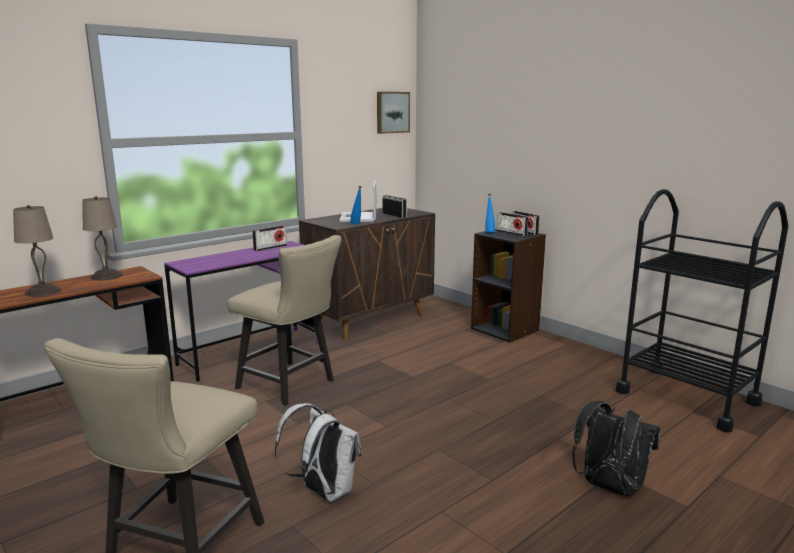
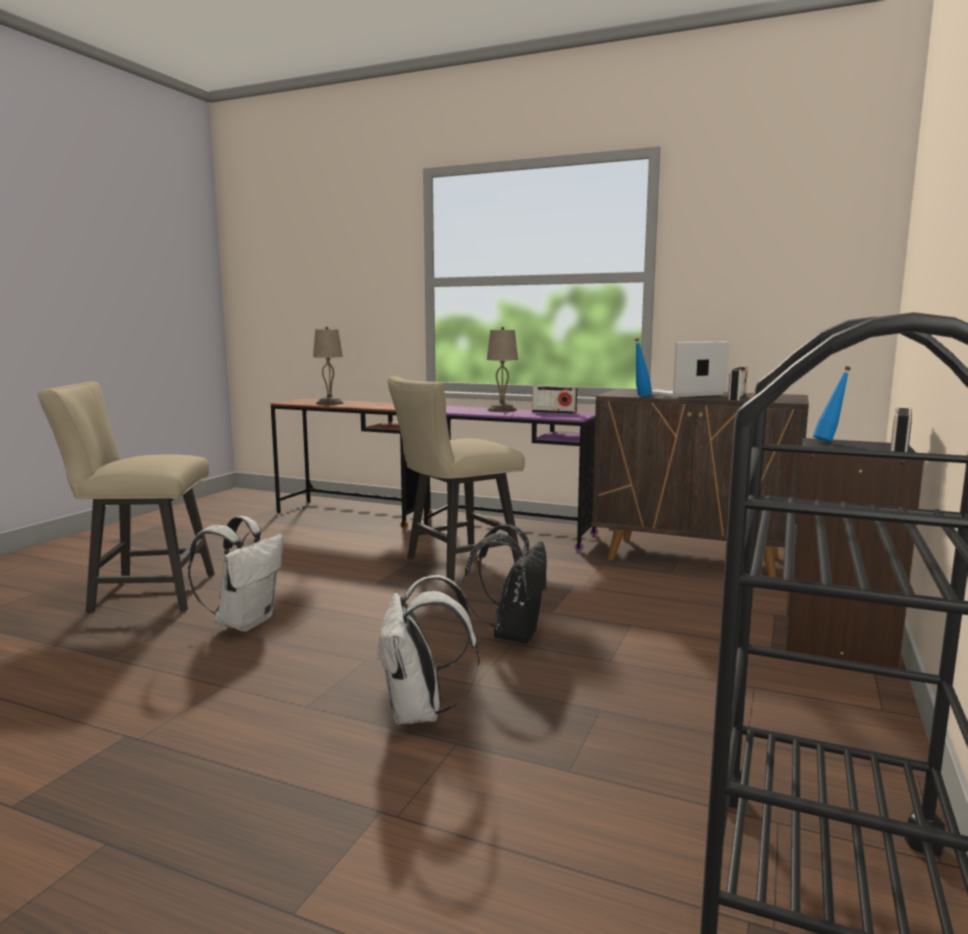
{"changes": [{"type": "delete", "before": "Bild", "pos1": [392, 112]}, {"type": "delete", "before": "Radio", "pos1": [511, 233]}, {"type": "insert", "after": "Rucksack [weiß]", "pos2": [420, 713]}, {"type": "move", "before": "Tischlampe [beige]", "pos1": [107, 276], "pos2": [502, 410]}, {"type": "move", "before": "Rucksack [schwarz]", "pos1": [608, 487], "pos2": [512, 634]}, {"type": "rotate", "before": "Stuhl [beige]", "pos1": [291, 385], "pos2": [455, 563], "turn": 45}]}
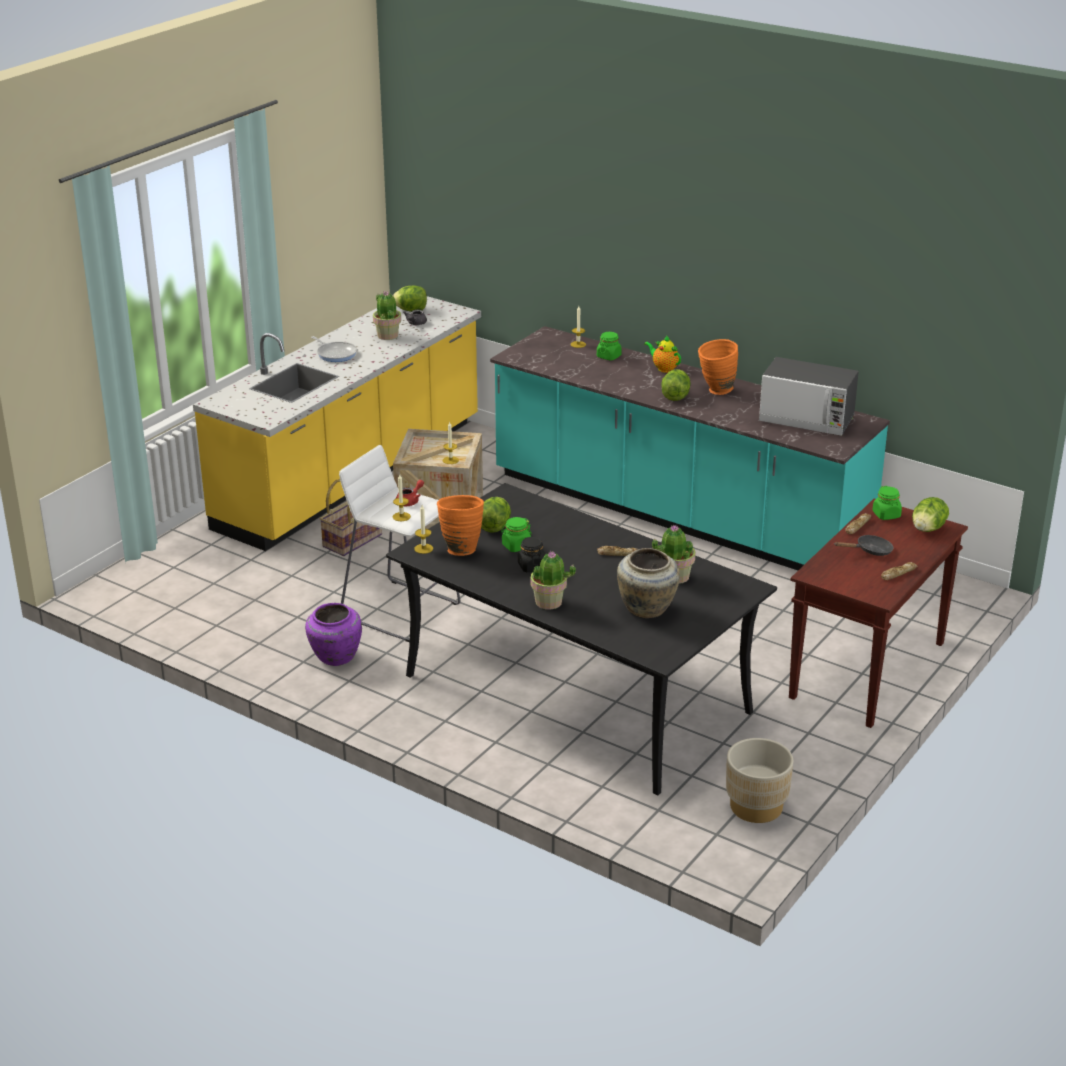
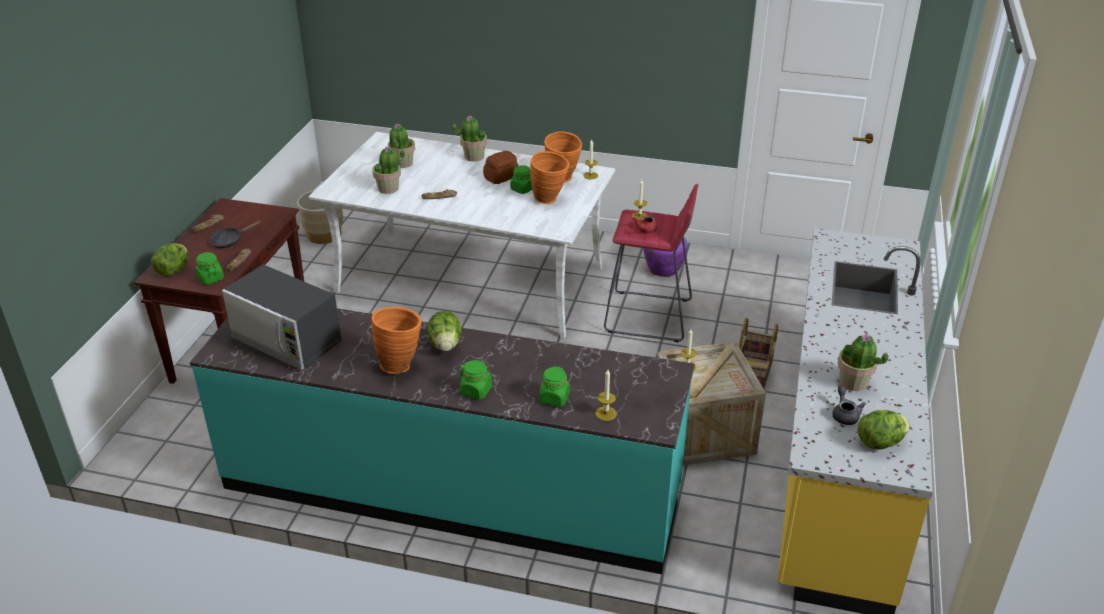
{"changes": [{"type": "delete", "before": "Pfanne", "pos1": [335, 354]}, {"type": "replace", "before": "Salatkopf", "after": "Vase [orange]", "pos1": [494, 527], "pos2": [550, 200]}, {"type": "replace", "before": "Vorratsglas [schwarz]", "after": "Brot", "pos1": [531, 566], "pos2": [501, 177]}, {"type": "replace", "before": "Vase [beige]", "after": "Topfpflanze", "pos1": [646, 610], "pos2": [402, 163]}, {"type": "replace", "before": "Teekanne", "after": "Vorratsglas [grün]", "pos1": [663, 368], "pos2": [476, 391]}, {"type": "recolor", "before": "Hocker [weiß]", "after": "Hocker [rot]", "pos1": [400, 610], "pos2": [649, 316]}, {"type": "recolor", "before": "Esstisch [schwarz]", "after": "Esstisch [weiß]", "pos1": [575, 694], "pos2": [471, 279]}, {"type": "rotate", "before": "Mikrowelle", "pos1": [807, 420], "pos2": [287, 341], "turn": -150}]}
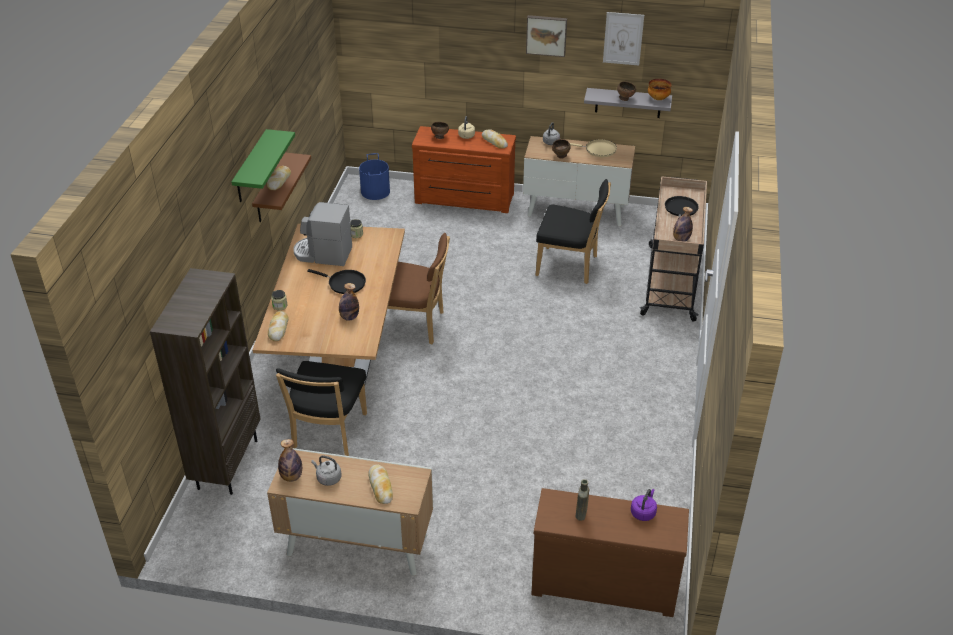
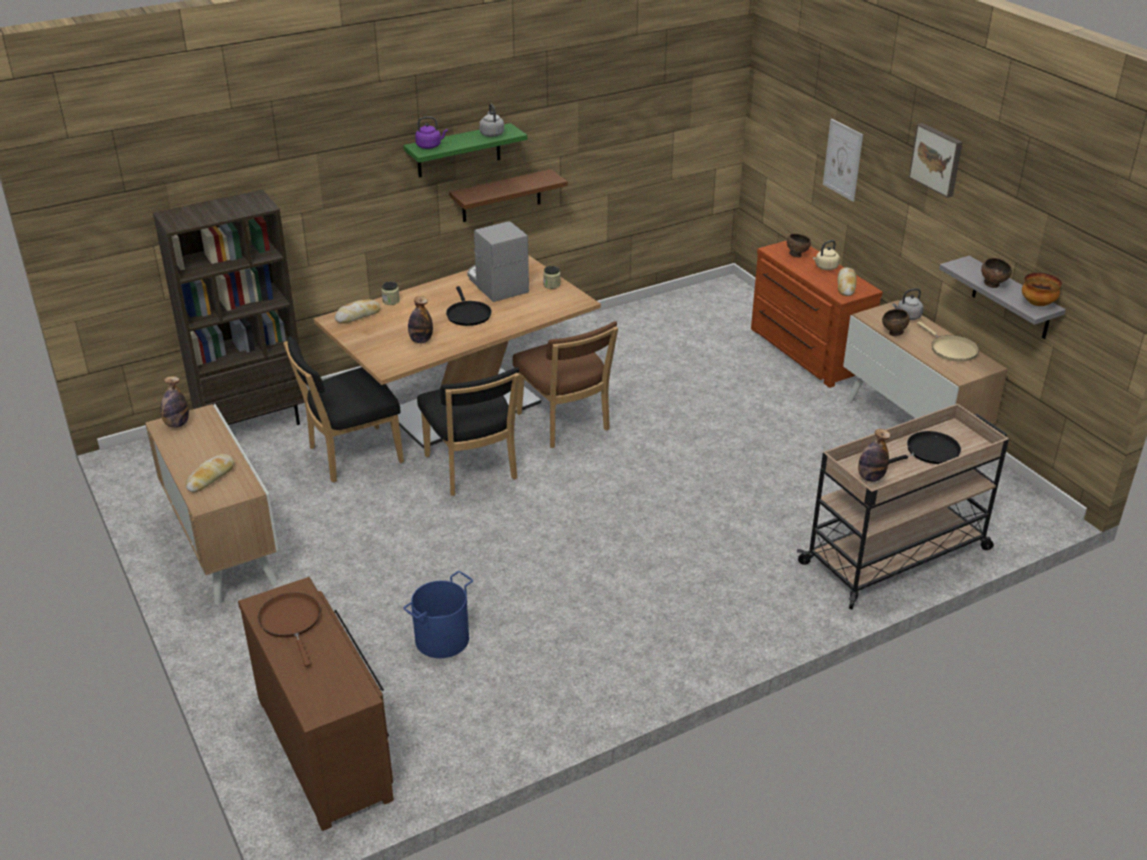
{"changes": [{"type": "delete", "before": "Brot", "pos1": [279, 181]}, {"type": "move", "before": "Wasserkessel [grau]", "pos1": [328, 478], "pos2": [491, 133]}, {"type": "move", "before": "Eimer [blau]", "pos1": [376, 191], "pos2": [442, 639]}, {"type": "move", "before": "Stuhl [schwarz]", "pos1": [570, 266], "pos2": [472, 470]}, {"type": "move", "before": "Bild", "pos1": [623, 38], "pos2": [842, 160]}, {"type": "move", "before": "Wasserkessel [lila]", "pos1": [643, 512], "pos2": [430, 146]}, {"type": "replace", "before": "Flasche [braun]", "after": "Pfanne [braun]", "pos1": [581, 515], "pos2": [291, 622]}]}
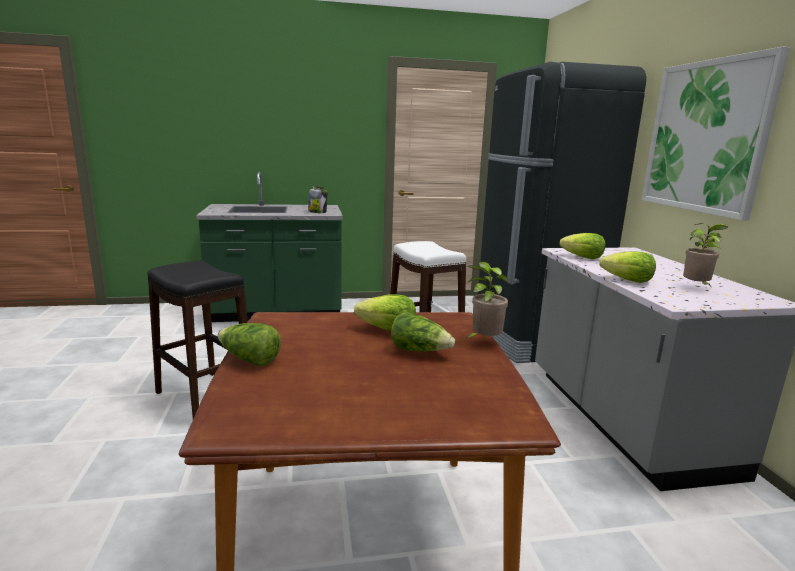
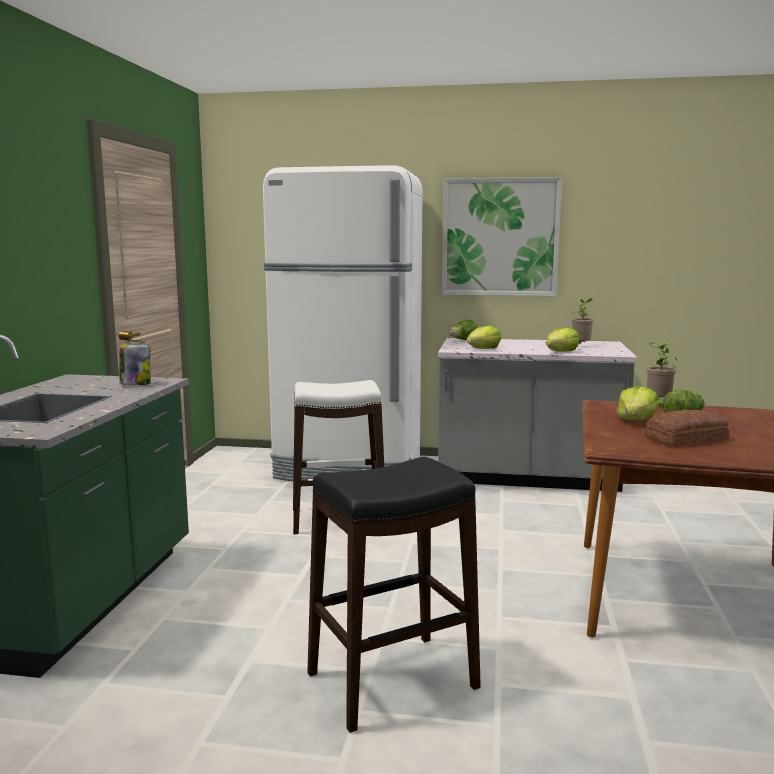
{"changes": [{"type": "insert", "after": "Brot", "pos2": [688, 439]}, {"type": "move", "before": "Salatkopf", "pos1": [249, 359], "pos2": [462, 340]}, {"type": "recolor", "before": "Kühlschrank [schwarz]", "after": "Kühlschrank [weiß]", "pos1": [530, 338], "pos2": [350, 468]}]}
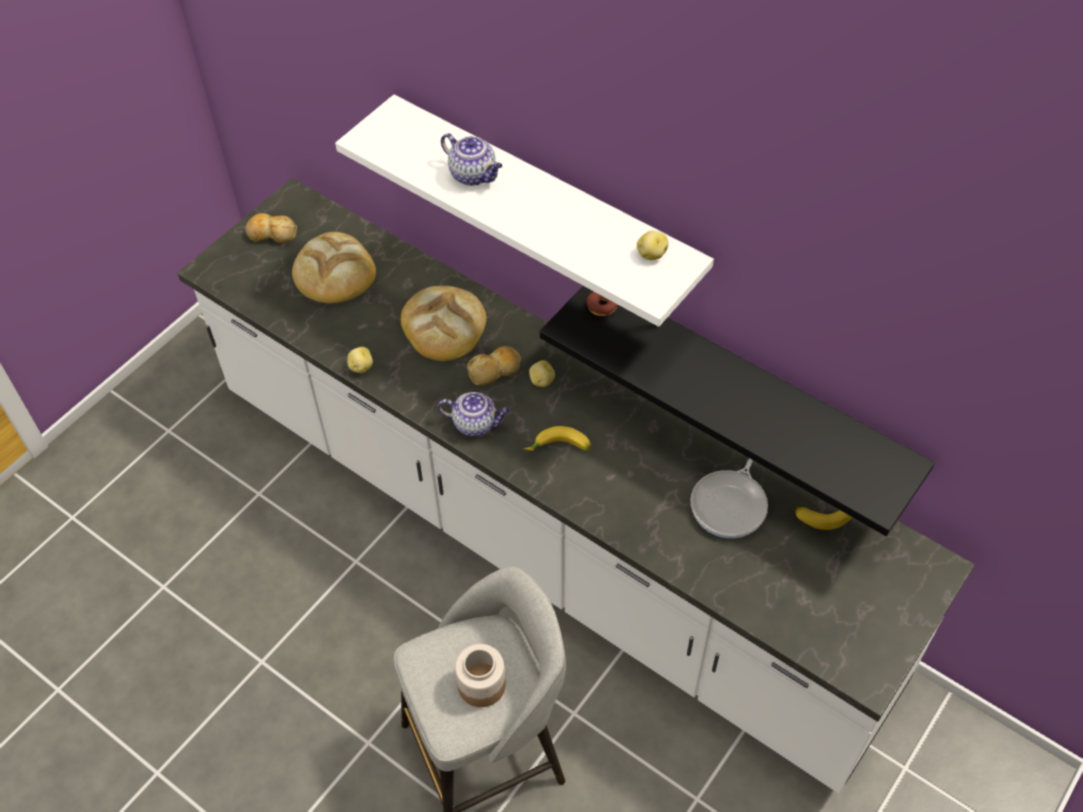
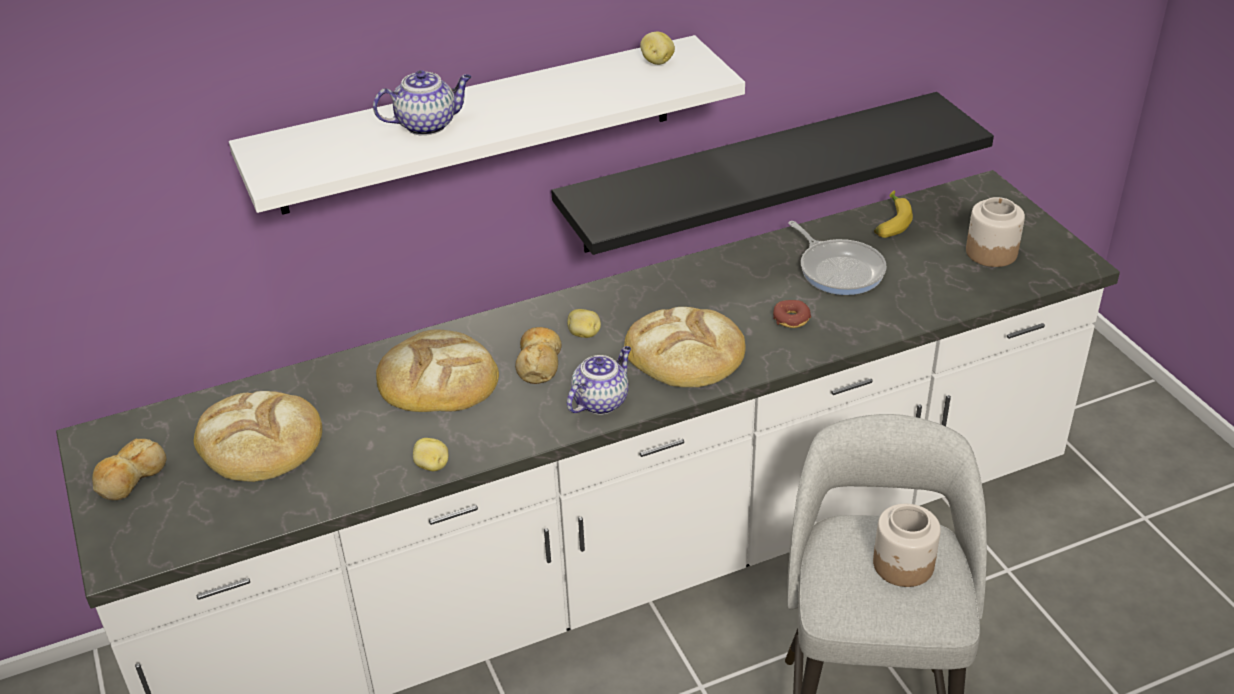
{"changes": [{"type": "insert", "after": "Vorratsglas", "pos2": [991, 252]}, {"type": "move", "before": "Donut", "pos1": [602, 306], "pos2": [791, 319]}, {"type": "replace", "before": "Banane", "after": "Brot", "pos1": [559, 449], "pos2": [685, 353]}]}
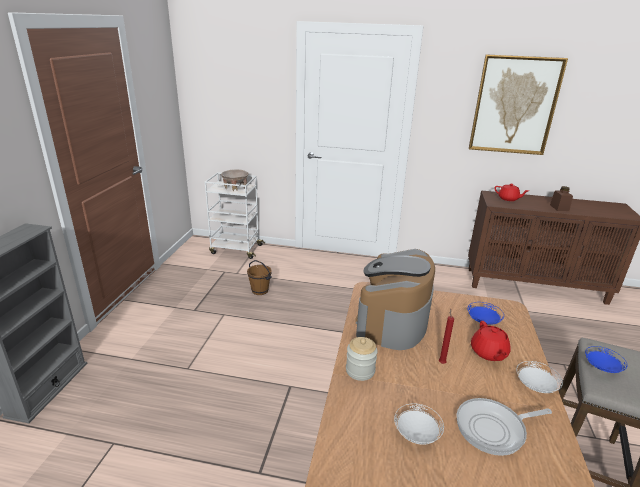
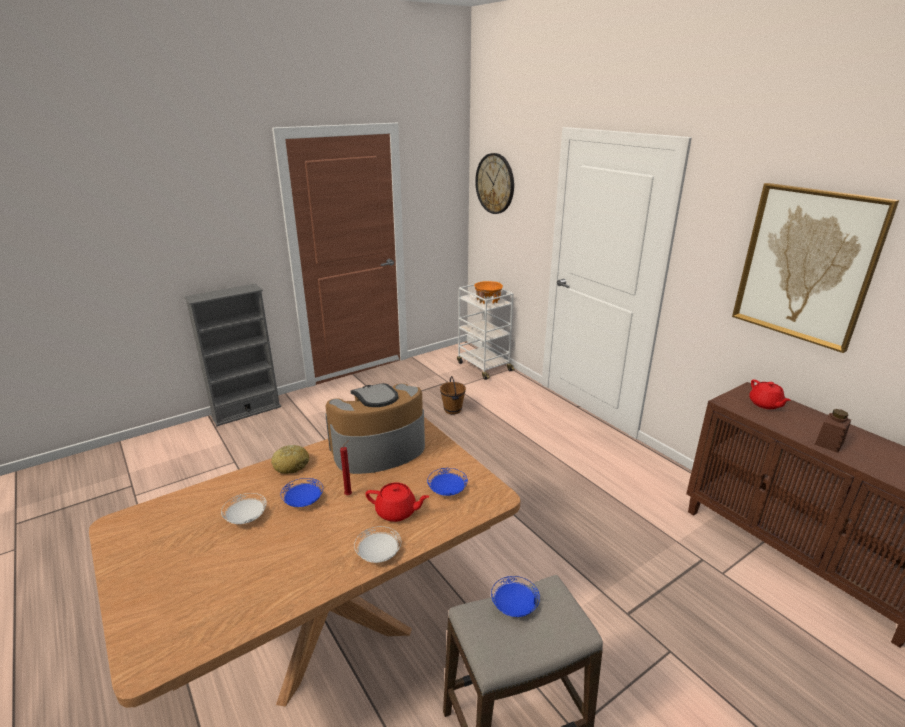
{"changes": [{"type": "delete", "before": "Pfanne", "pos1": [494, 429]}, {"type": "insert", "after": "Teller [blau]", "pos2": [304, 501]}, {"type": "insert", "after": "Wanduhr", "pos2": [495, 183]}, {"type": "replace", "before": "Vorratsglas", "after": "Brot", "pos1": [360, 370], "pos2": [291, 465]}, {"type": "recolor", "before": "Schüssel [beige]", "after": "Schüssel [orange]", "pos1": [235, 188], "pos2": [487, 301]}, {"type": "rotate", "before": "Teekanne [rot]", "pos1": [488, 353], "pos2": [397, 512], "turn": -120}]}
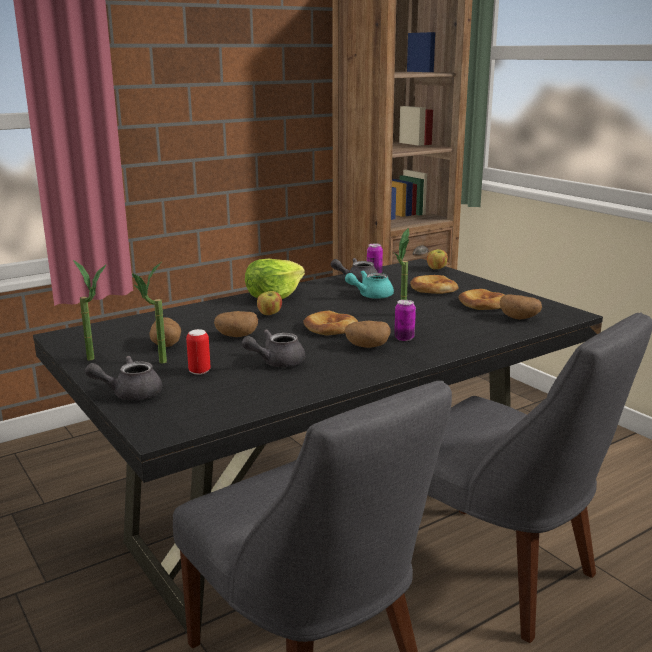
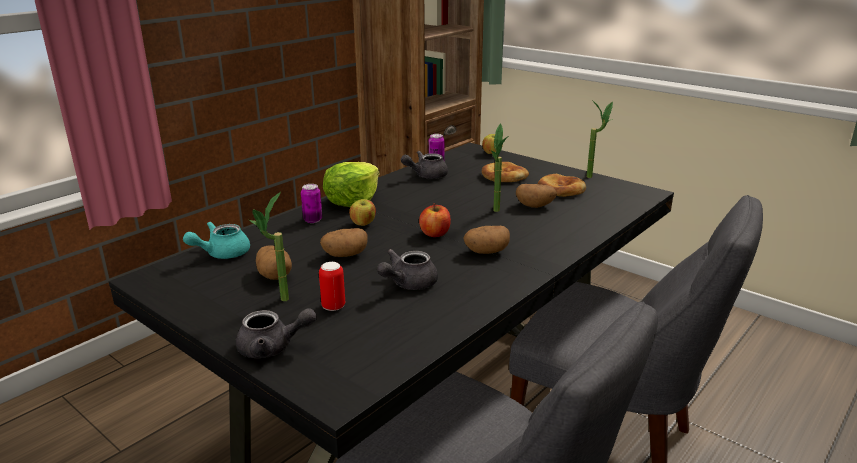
{"changes": [{"type": "move", "before": "Topfpflanze", "pos1": [98, 359], "pos2": [594, 176]}, {"type": "move", "before": "Teekanne [türkis]", "pos1": [370, 296], "pos2": [222, 254]}, {"type": "move", "before": "Dose", "pos1": [404, 338], "pos2": [312, 220]}, {"type": "move", "before": "Kartoffel", "pos1": [519, 318], "pos2": [535, 206]}, {"type": "replace", "before": "Brot", "after": "Apfel", "pos1": [330, 328], "pos2": [435, 233]}, {"type": "rotate", "before": "Teekanne [grau]", "pos1": [130, 393], "pos2": [273, 347], "turn": -150}]}
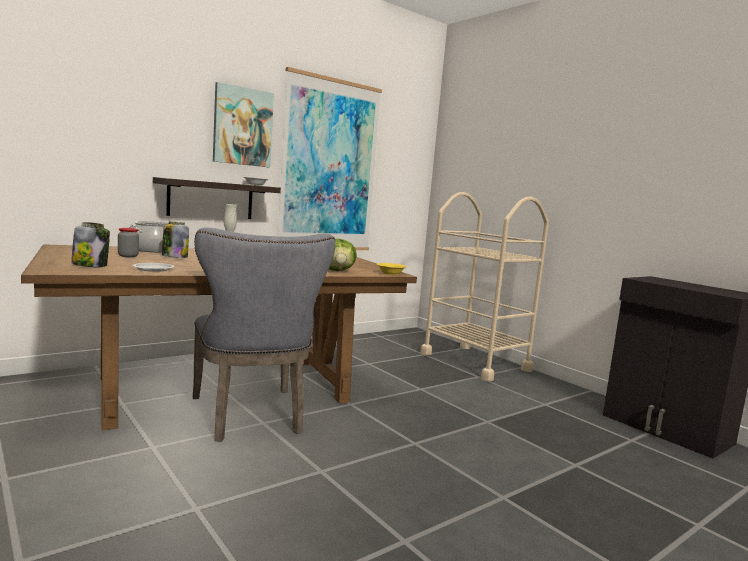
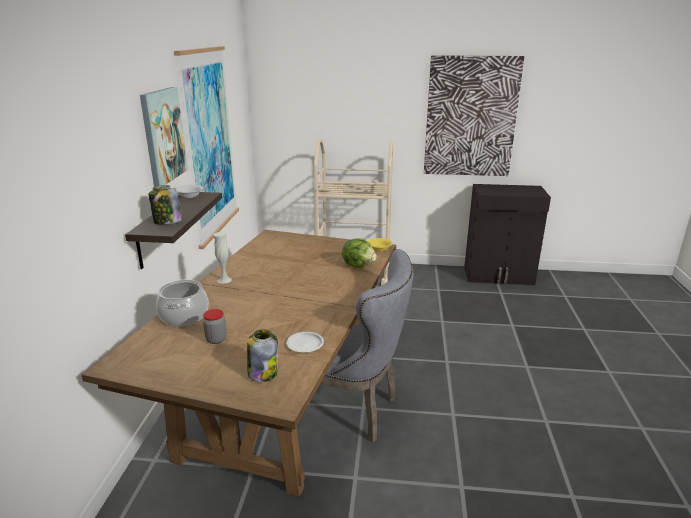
{"changes": [{"type": "insert", "after": "Bild", "pos2": [470, 117]}, {"type": "move", "before": "Vorratsglas", "pos1": [174, 257], "pos2": [167, 222]}]}
